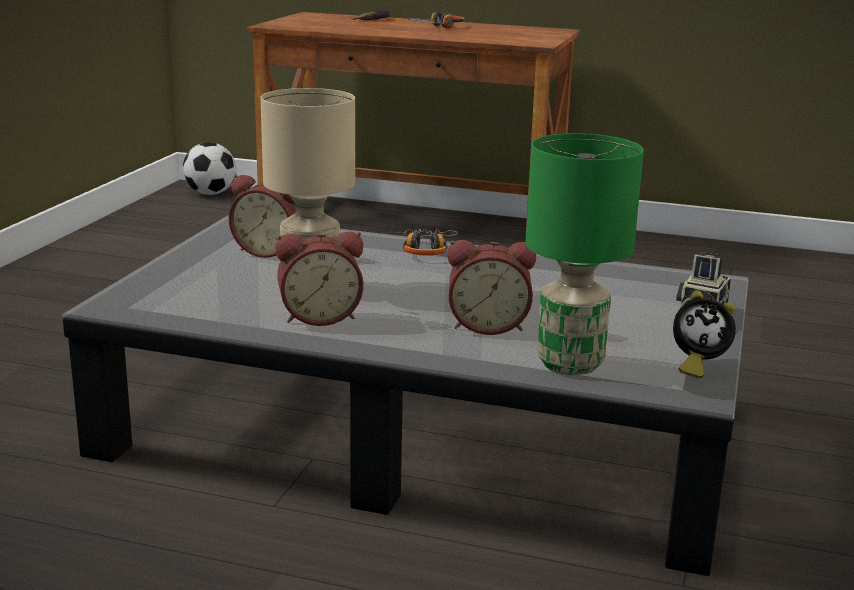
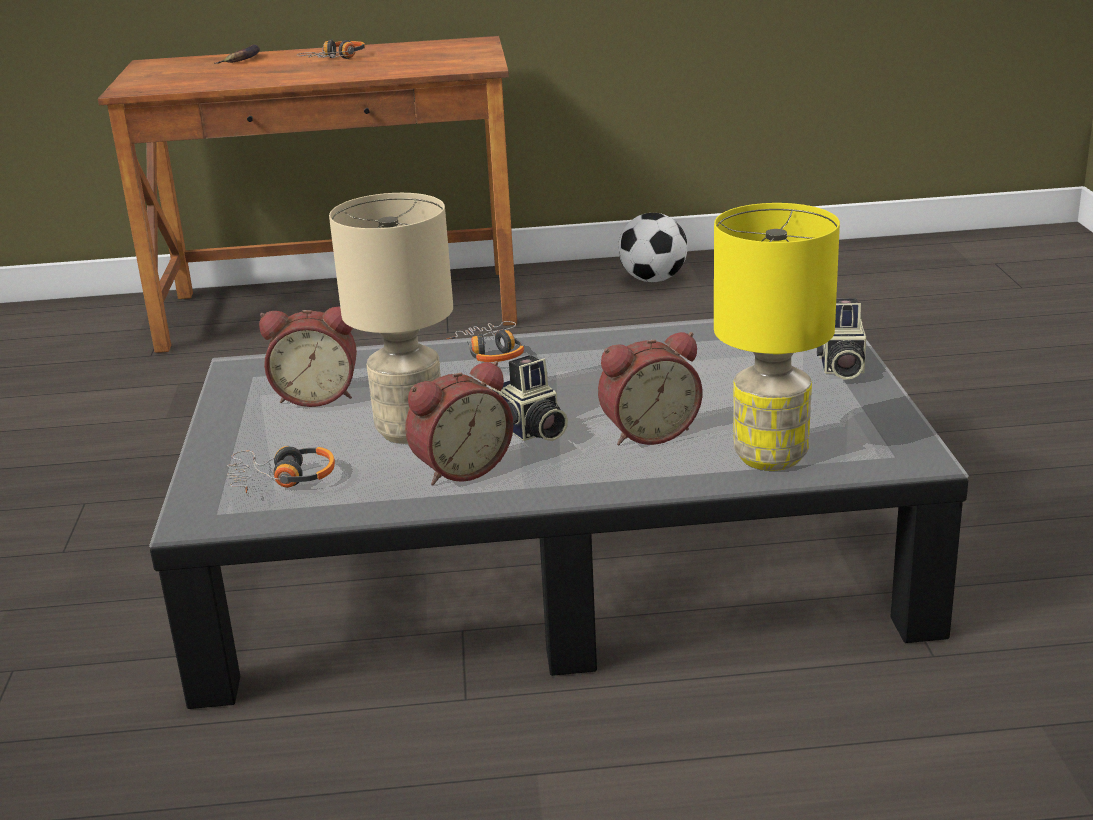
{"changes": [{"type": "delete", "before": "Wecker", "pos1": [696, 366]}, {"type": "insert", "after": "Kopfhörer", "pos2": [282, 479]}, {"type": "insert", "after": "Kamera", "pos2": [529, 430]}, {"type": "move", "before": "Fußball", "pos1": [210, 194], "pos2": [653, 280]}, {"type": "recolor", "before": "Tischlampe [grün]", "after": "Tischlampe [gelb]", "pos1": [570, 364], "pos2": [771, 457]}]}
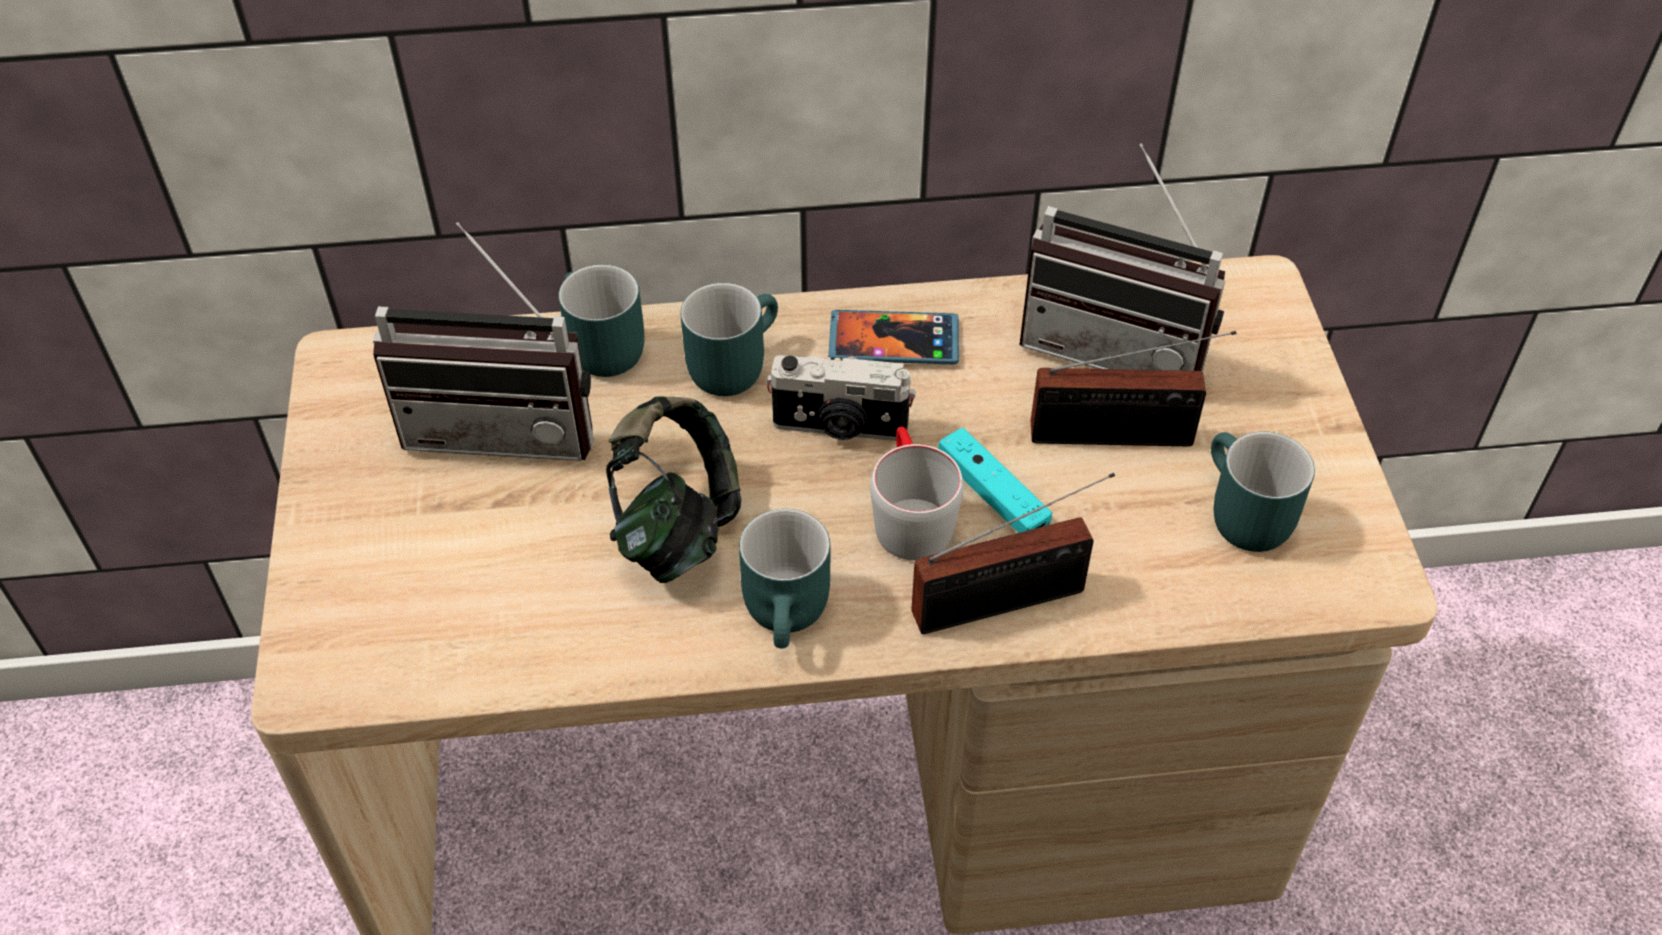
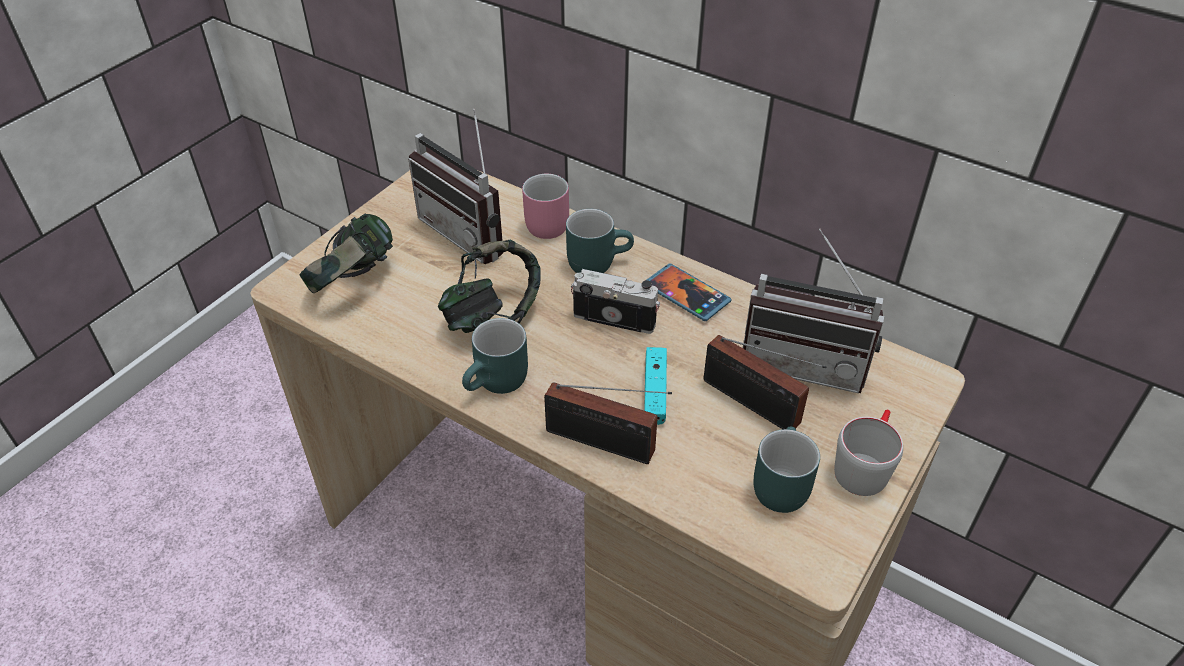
{"changes": [{"type": "insert", "after": "Kopfhörer", "pos2": [354, 282]}, {"type": "move", "before": "Henkelbecher [grau]", "pos1": [909, 514], "pos2": [864, 465]}, {"type": "recolor", "before": "Henkelbecher [türkis]", "after": "Henkelbecher [rosa]", "pos1": [596, 348], "pos2": [545, 222]}, {"type": "rotate", "before": "Kamera", "pos1": [840, 427], "pos2": [615, 317], "turn": 150}, {"type": "rotate", "before": "Radio", "pos1": [1118, 346], "pos2": [805, 362], "turn": -45}]}
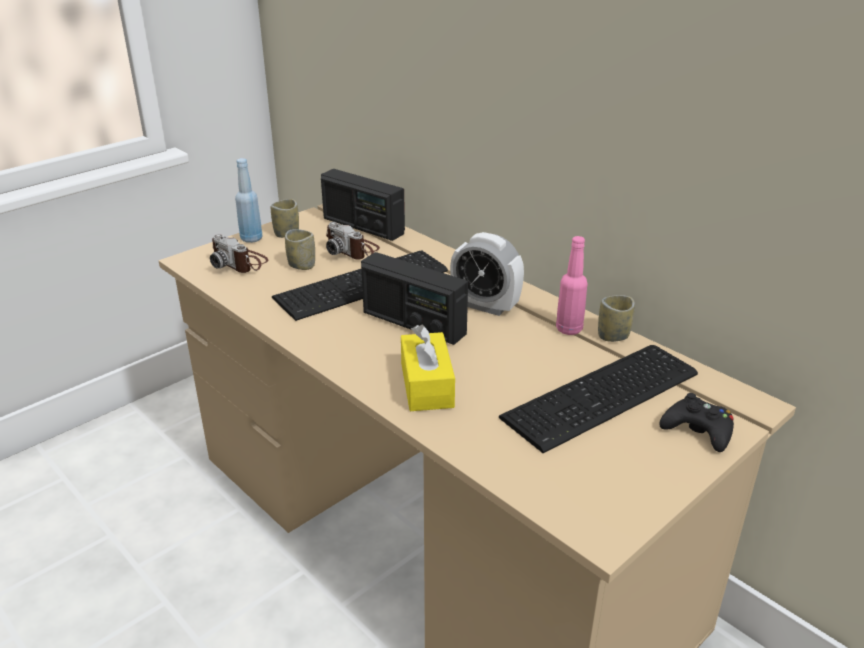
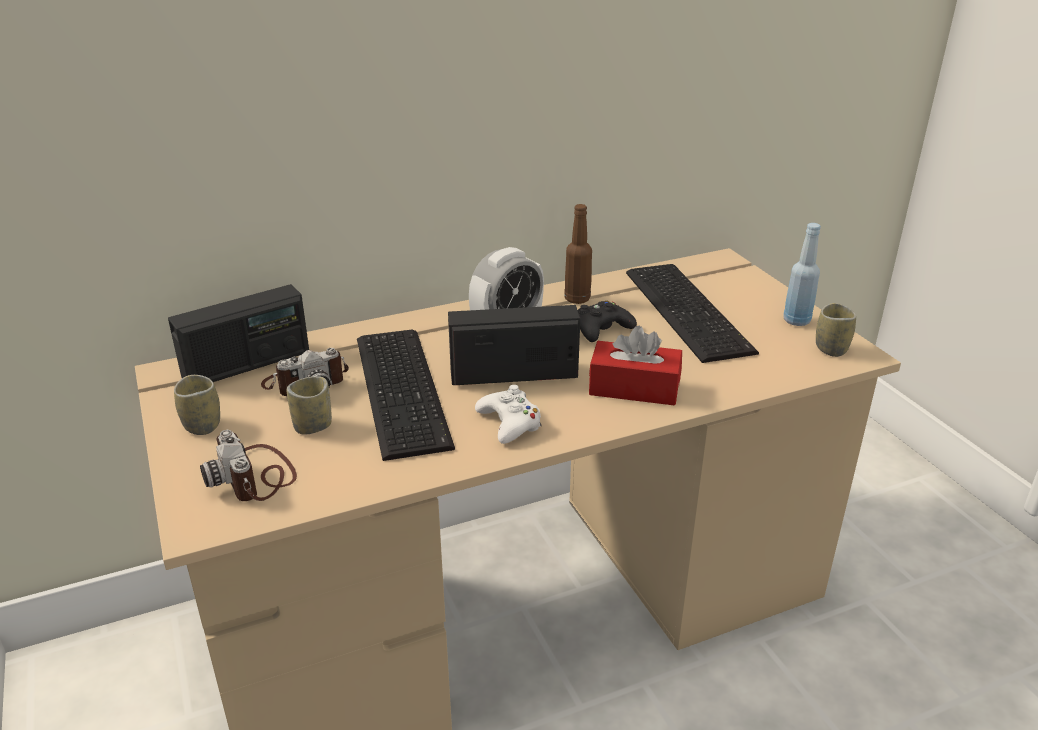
{"changes": [{"type": "insert", "after": "Gamepad [weiß]", "pos2": [510, 423]}, {"type": "move", "before": "Flasche [blau]", "pos1": [251, 239], "pos2": [796, 321]}, {"type": "move", "before": "Tasse", "pos1": [613, 336], "pos2": [831, 349]}, {"type": "move", "before": "Gamepad [schwarz]", "pos1": [698, 431], "pos2": [601, 329]}, {"type": "recolor", "before": "Taschentuchbox [gelb]", "after": "Taschentuchbox [rot]", "pos1": [427, 385], "pos2": [634, 388]}, {"type": "recolor", "before": "Flasche [rosa]", "after": "Flasche [braun]", "pos1": [569, 329], "pos2": [577, 299]}, {"type": "rotate", "before": "Kamera", "pos1": [240, 262], "pos2": [255, 476], "turn": 90}, {"type": "rotate", "before": "Radio", "pos1": [413, 323], "pos2": [513, 374], "turn": -150}]}
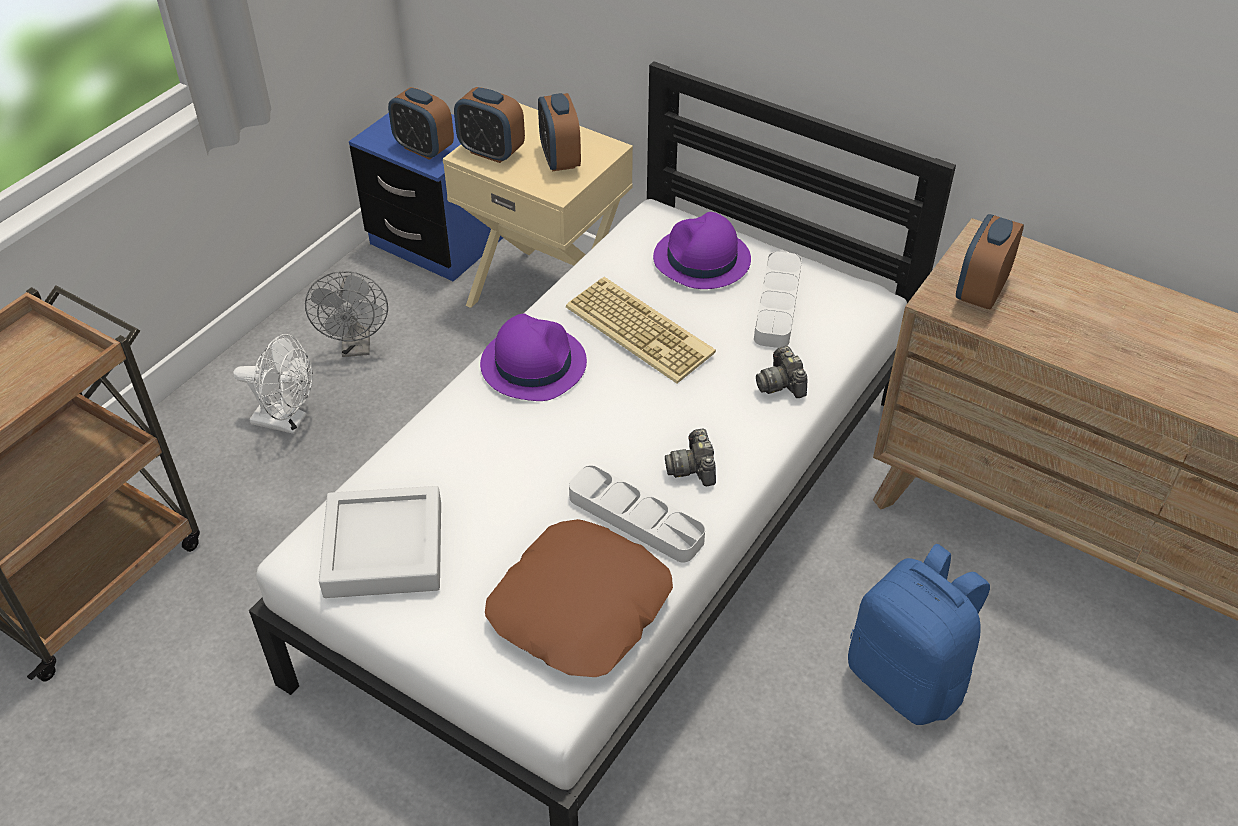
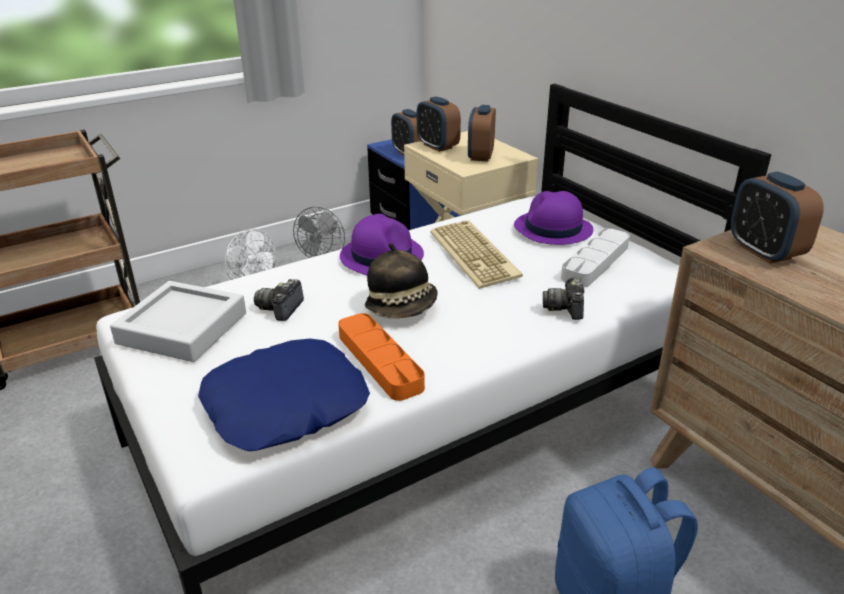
{"changes": [{"type": "insert", "after": "Hut", "pos2": [402, 307]}, {"type": "move", "before": "Kamera", "pos1": [693, 468], "pos2": [281, 309]}, {"type": "recolor", "before": "Kissen [braun]", "after": "Kissen [blau]", "pos1": [581, 608], "pos2": [286, 406]}, {"type": "recolor", "before": "Tablett [grau]", "after": "Tablett [orange]", "pos1": [635, 518], "pos2": [379, 361]}, {"type": "rotate", "before": "Wecker", "pos1": [980, 292], "pos2": [764, 252], "turn": -75}]}
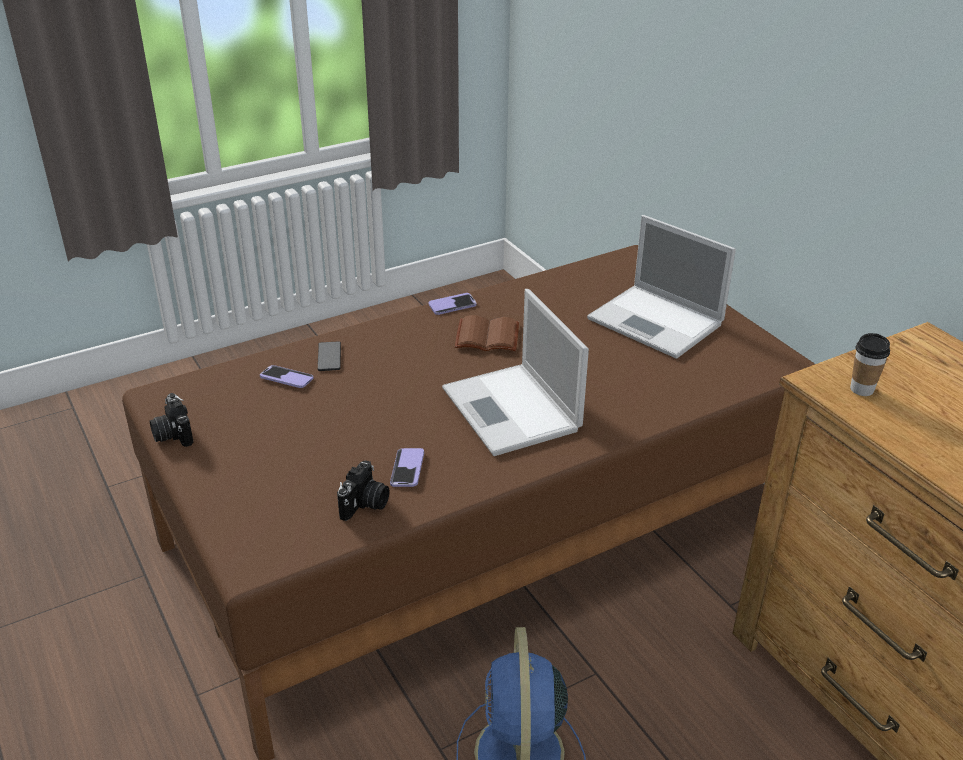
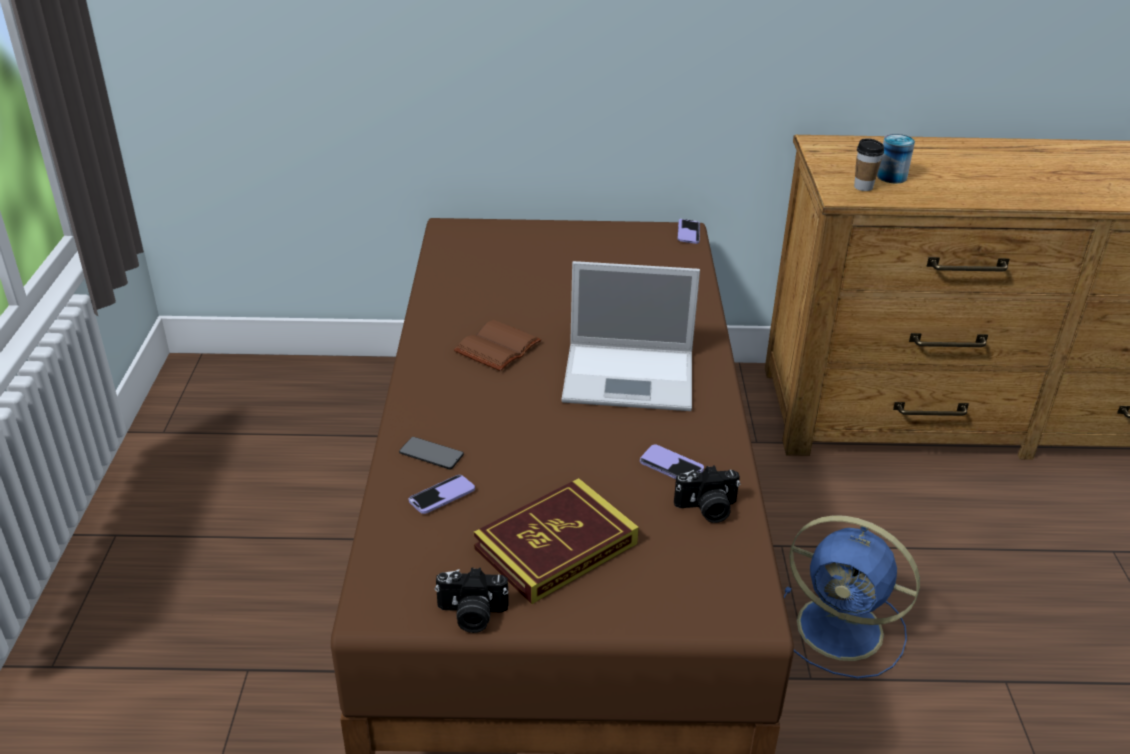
{"changes": [{"type": "delete", "before": "Laptop", "pos1": [657, 322]}, {"type": "insert", "after": "Buch", "pos2": [556, 546]}, {"type": "insert", "after": "Dose", "pos2": [891, 177]}, {"type": "move", "before": "Handy", "pos1": [452, 305], "pos2": [688, 233]}, {"type": "rotate", "before": "Kamera", "pos1": [365, 504], "pos2": [707, 509], "turn": 120}]}
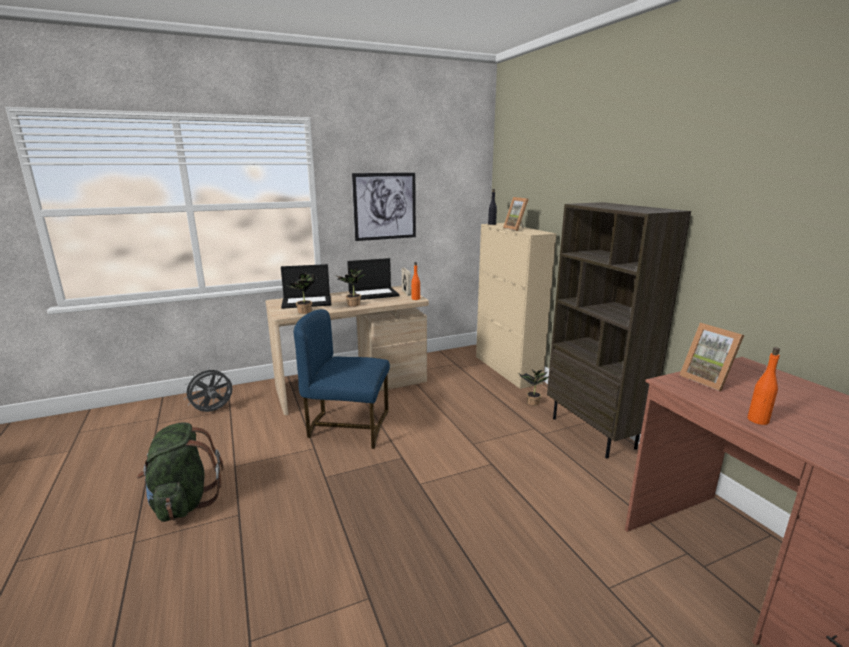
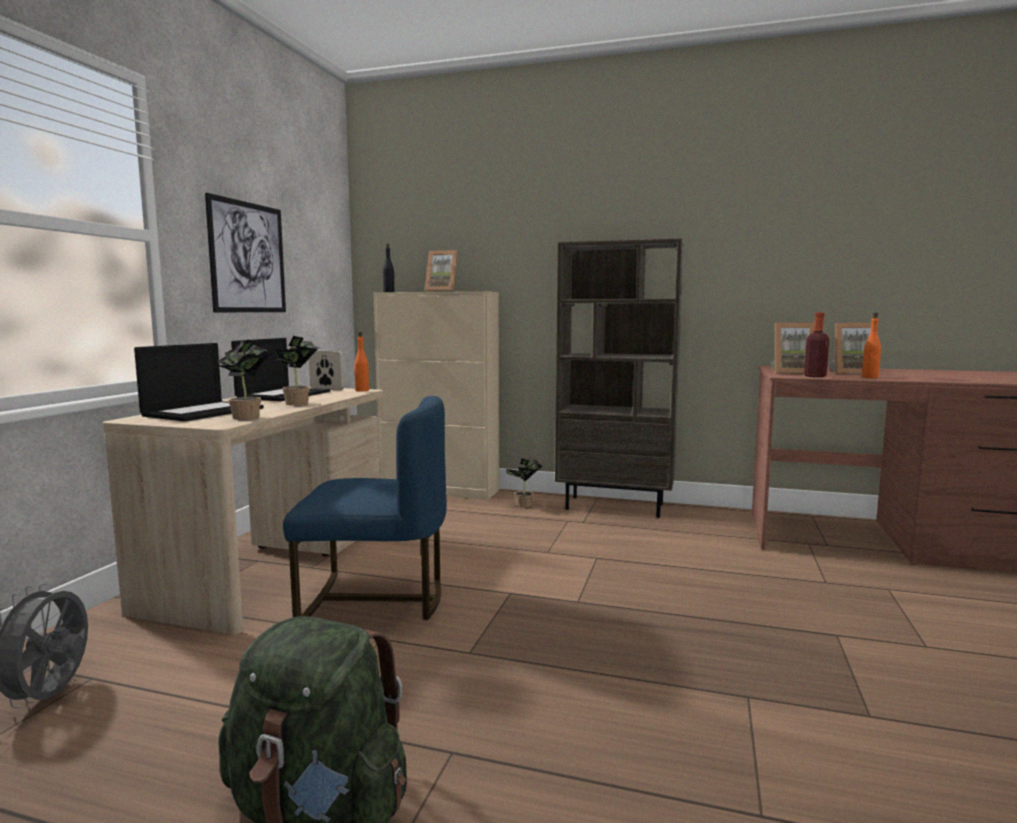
{"changes": [{"type": "insert", "after": "Flasche", "pos2": [815, 376]}, {"type": "insert", "after": "Bilderrahmen", "pos2": [852, 373]}, {"type": "rotate", "before": "Stuhl [blau]", "pos1": [348, 426], "pos2": [375, 600], "turn": -135}]}
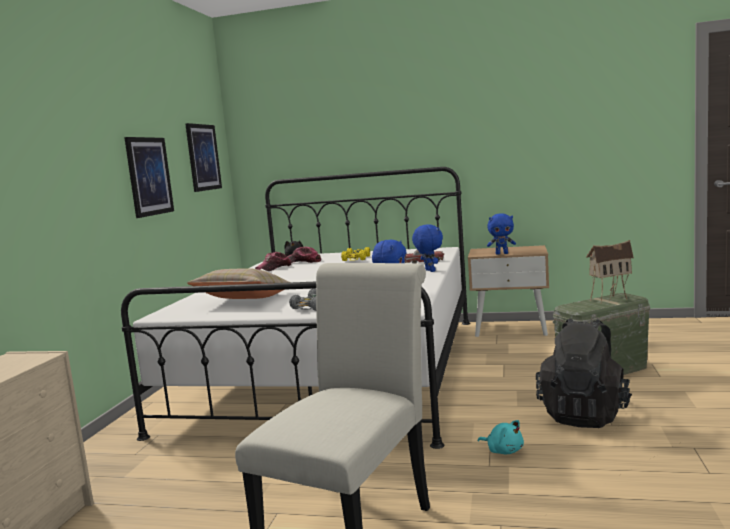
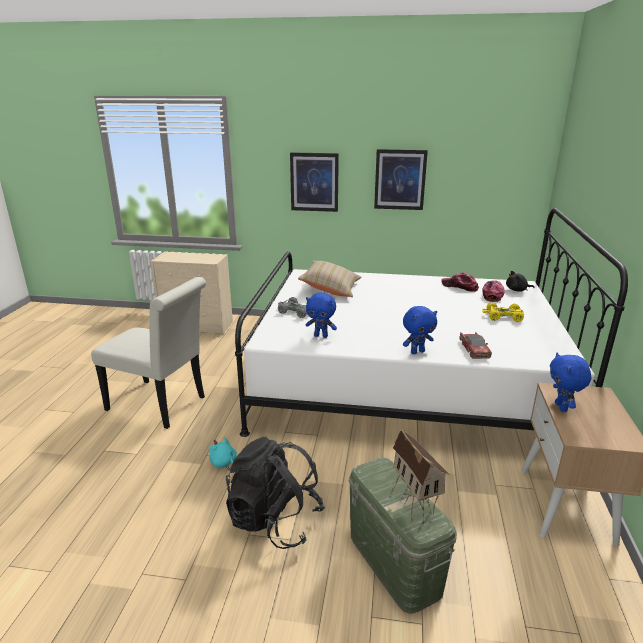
{"changes": [{"type": "move", "before": "Bild", "pos1": [203, 157], "pos2": [314, 182]}, {"type": "rotate", "before": "Plüschtier [türkis]", "pos1": [503, 450], "pos2": [224, 463], "turn": 90}]}
